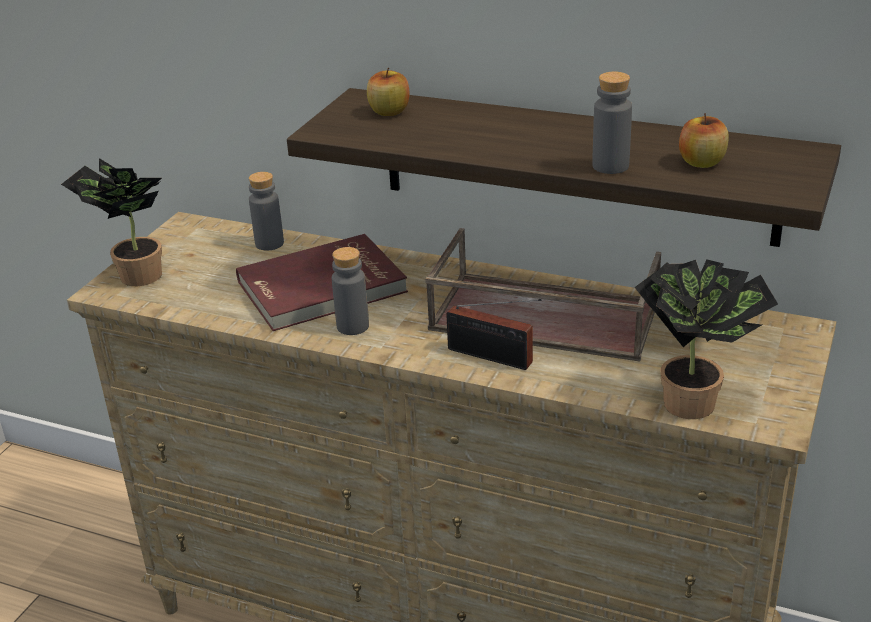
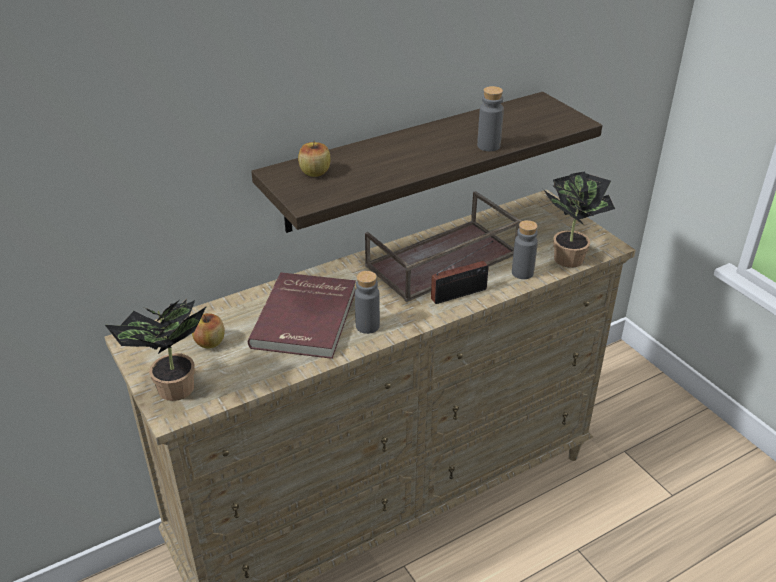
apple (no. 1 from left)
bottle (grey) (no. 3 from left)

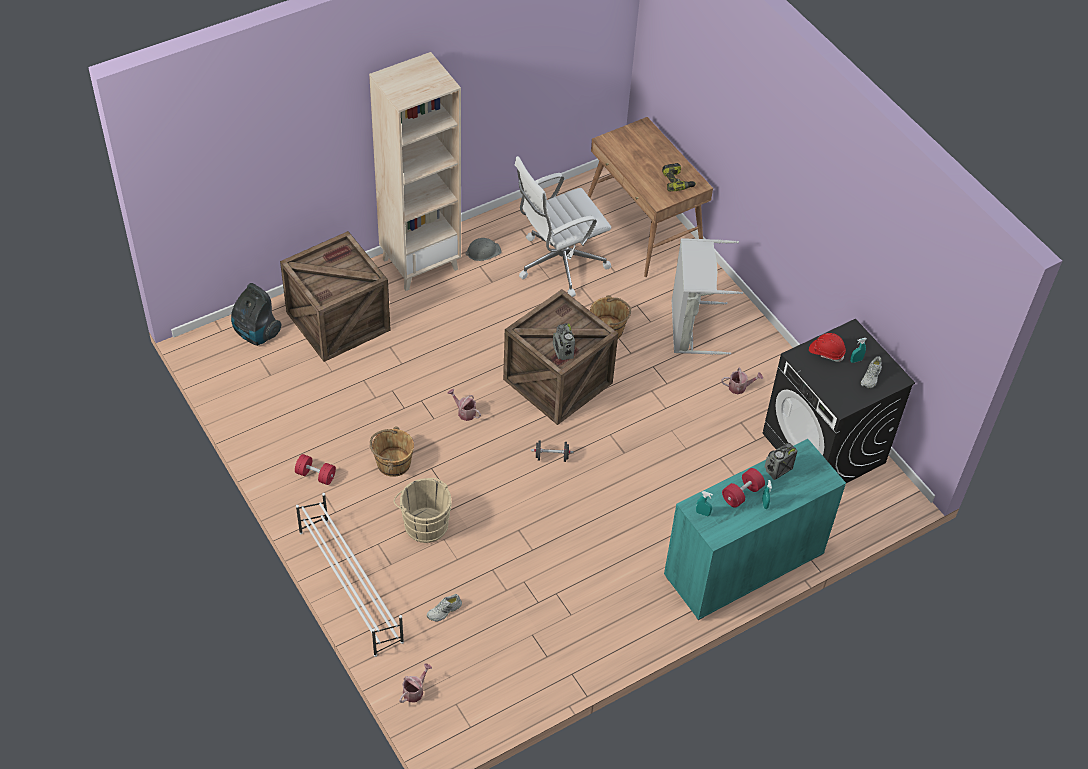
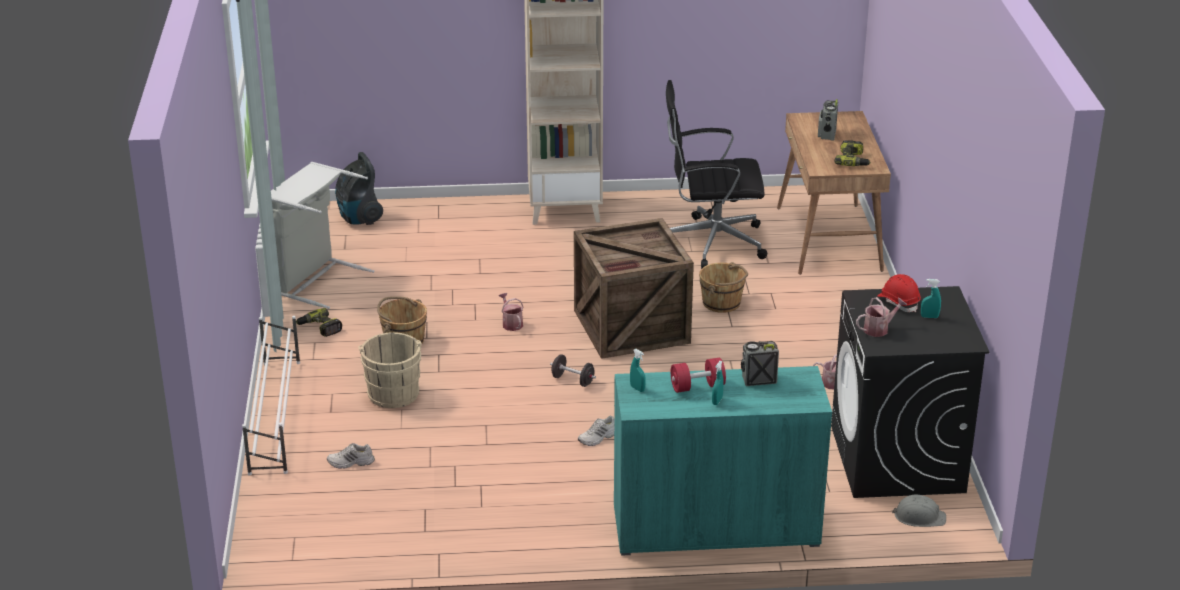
office chair (black)
crate (no. 1 from left in the first image)
hard hat (grey)
laundry basket (grey)
radio (no. 2 from left)
shoe (white) (no. 2 from left)
power drill (no. 1 from left)
watering can (no. 3 from left)

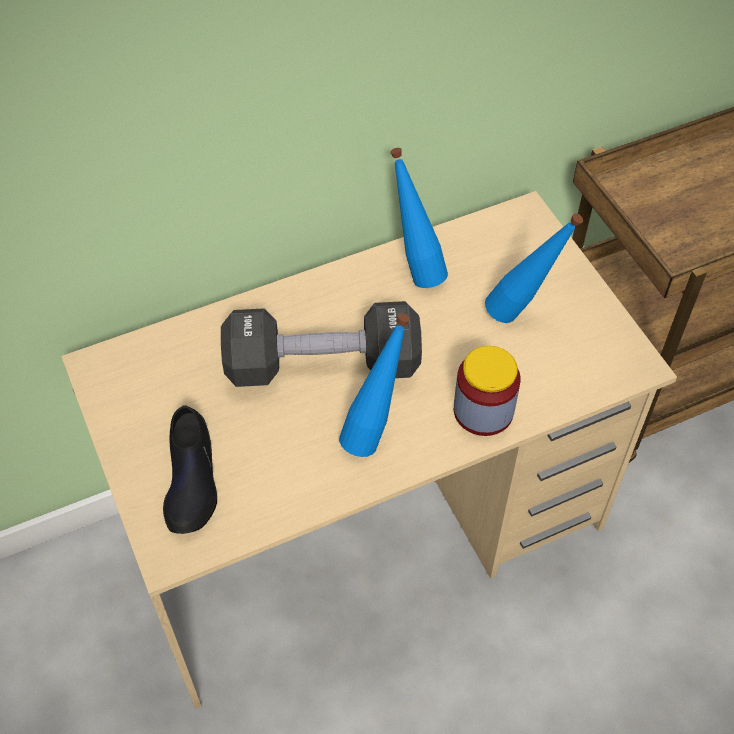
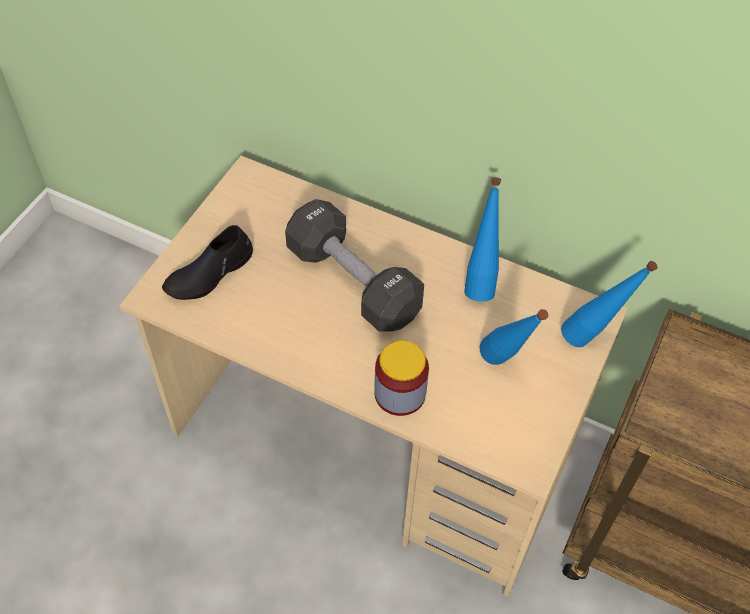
bottle (blue) (no. 3 from left)

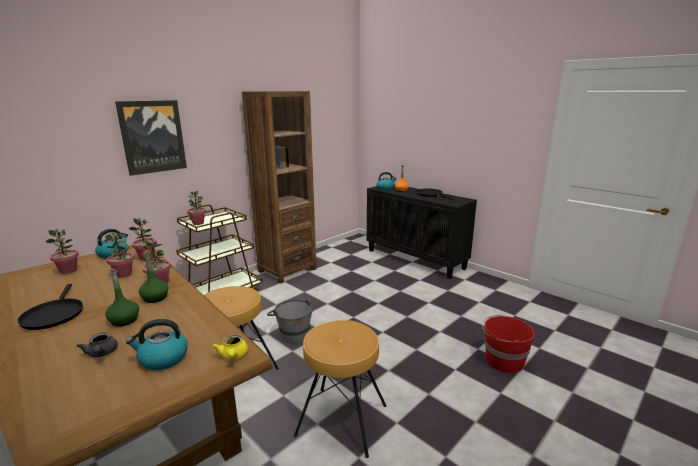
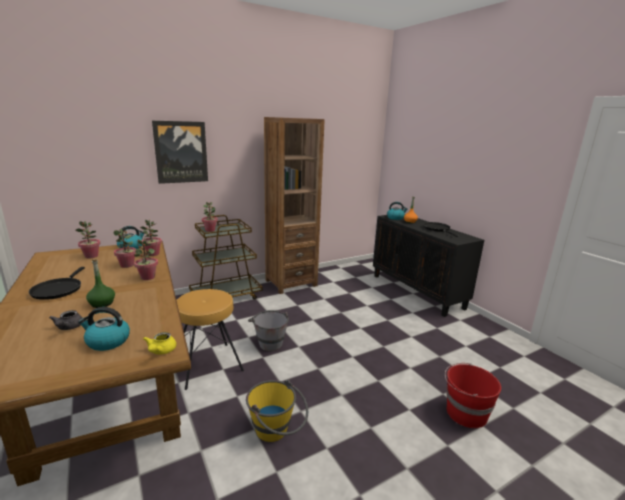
bottle (green) (no. 2 from left in the first image)
bucket (yellow)

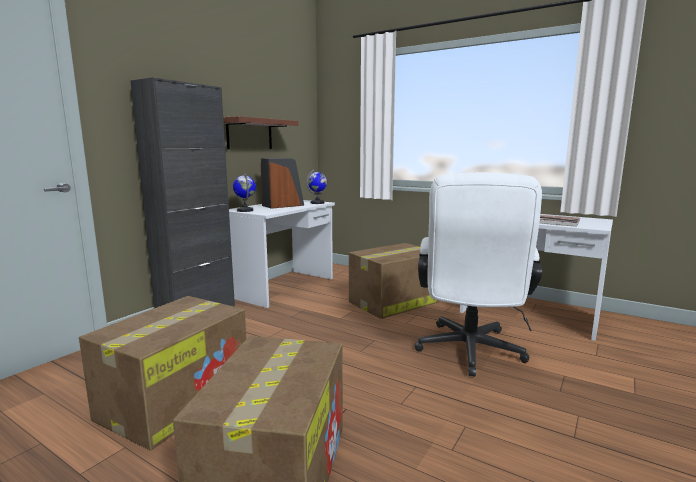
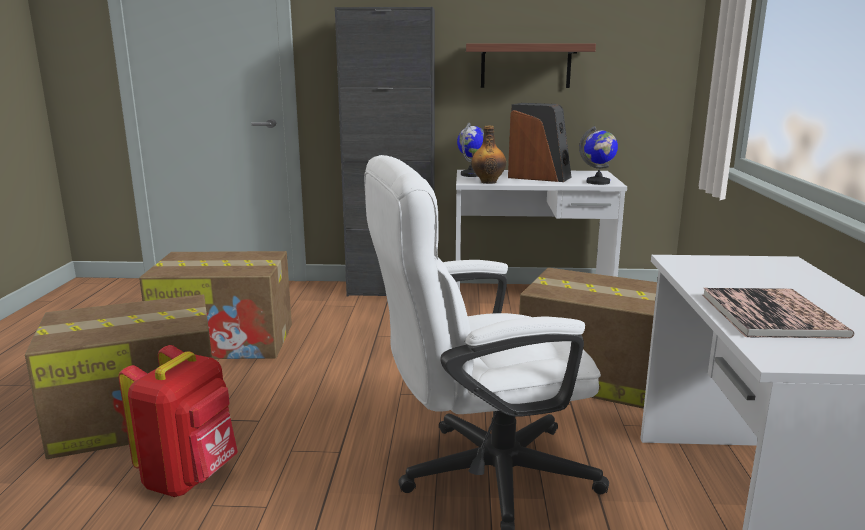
bottle
backpack (red)

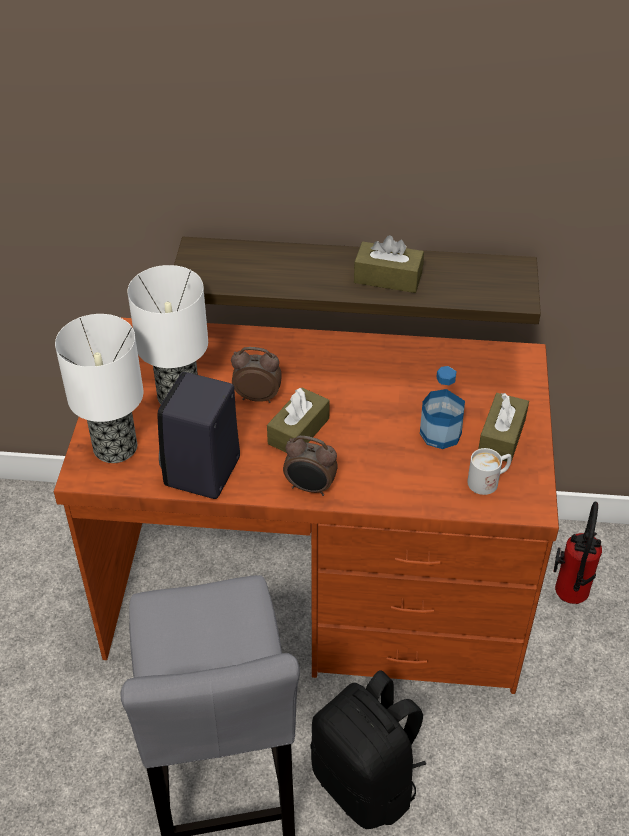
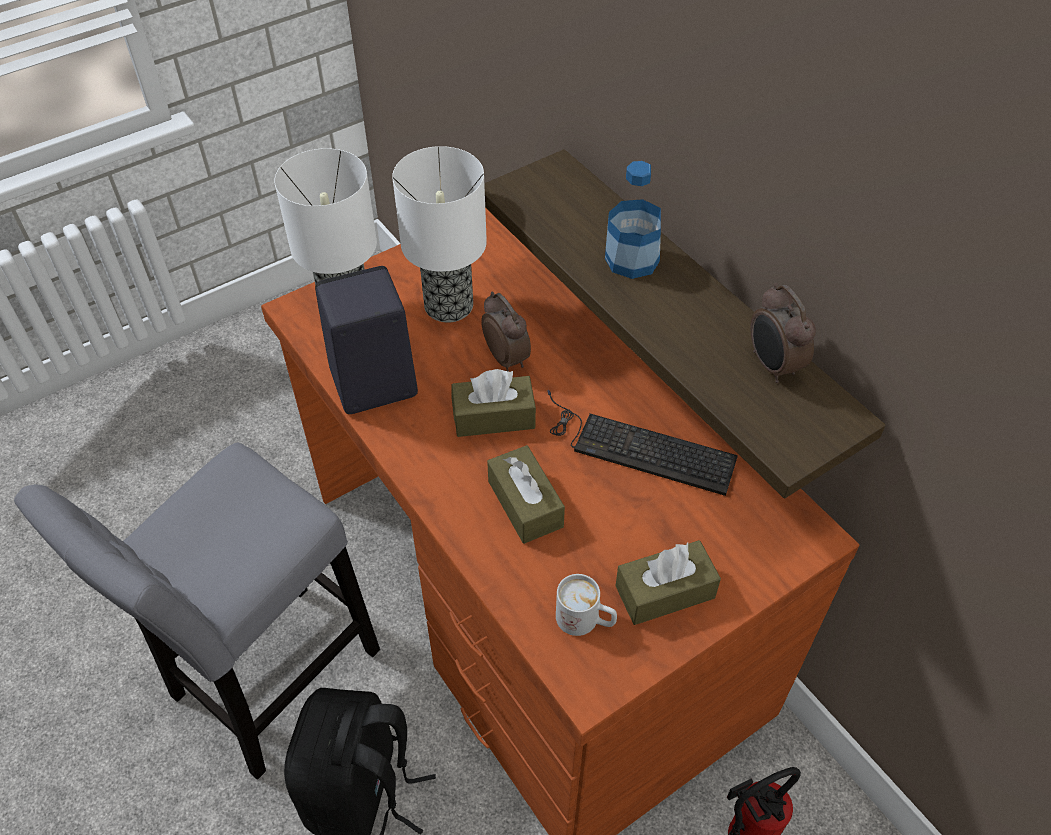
tissue box (brown) (no. 2 from left)
bottle
alarm clock (no. 2 from left)
keyboard

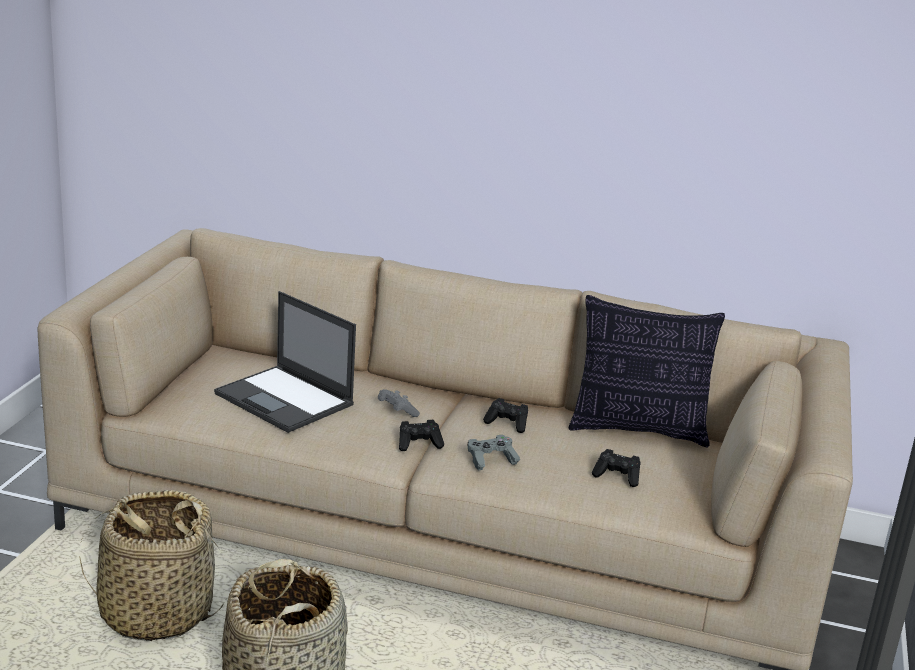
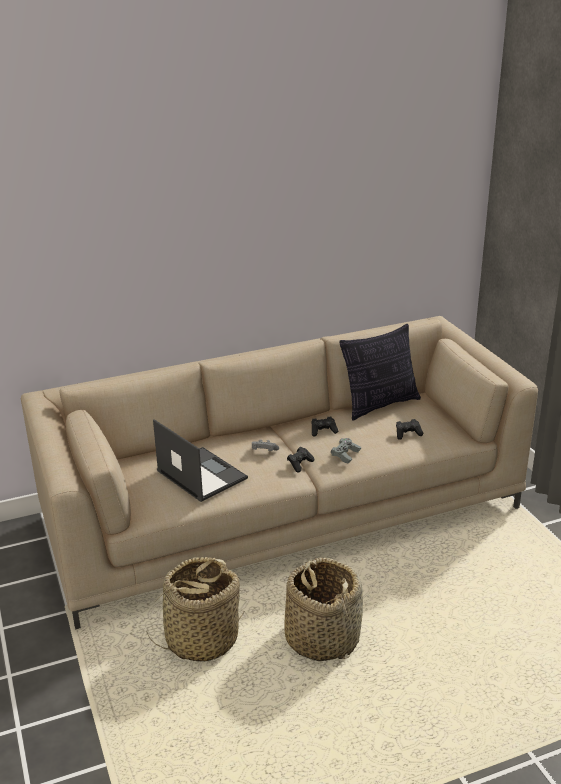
laptop

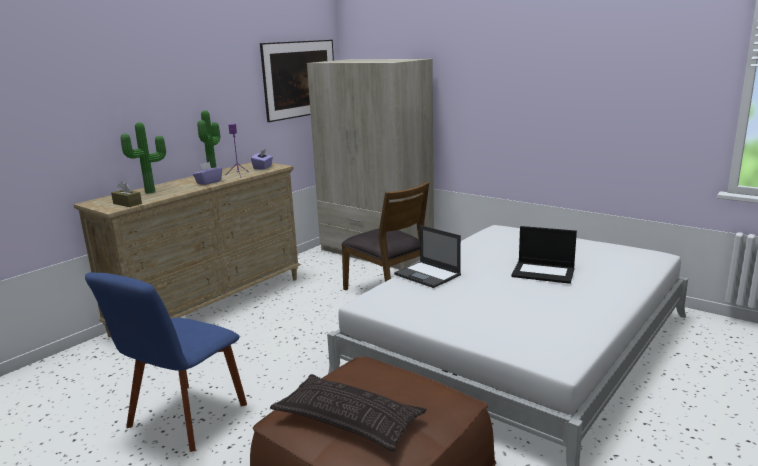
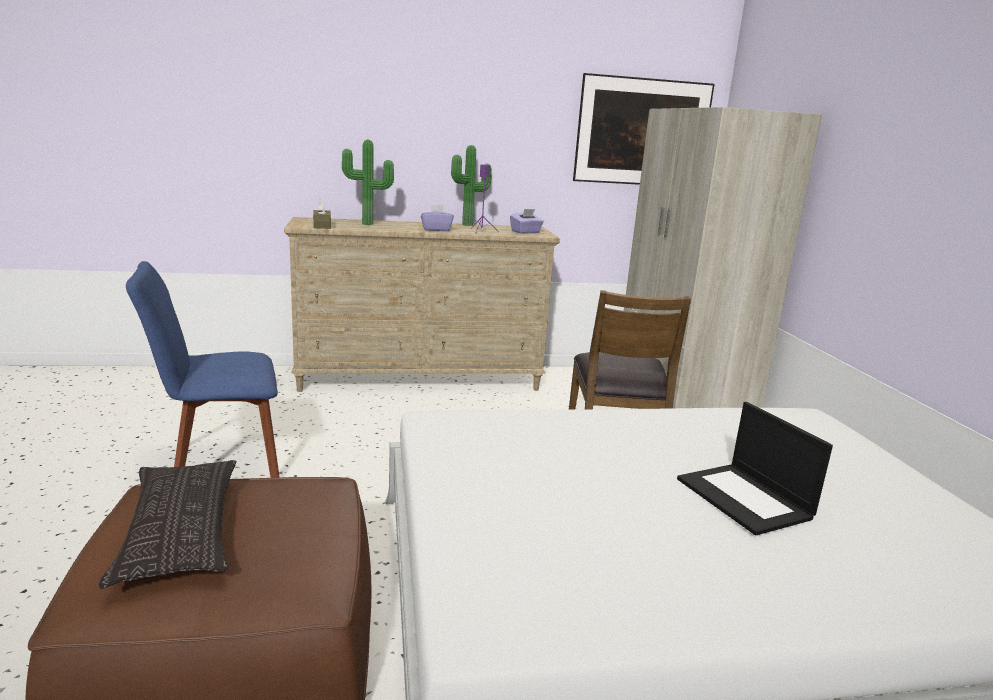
laptop (no. 1 from left in the first image)

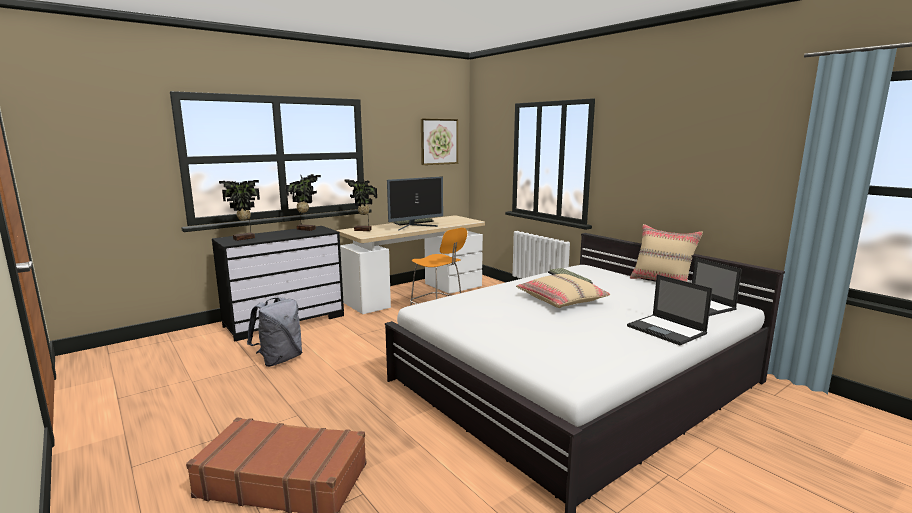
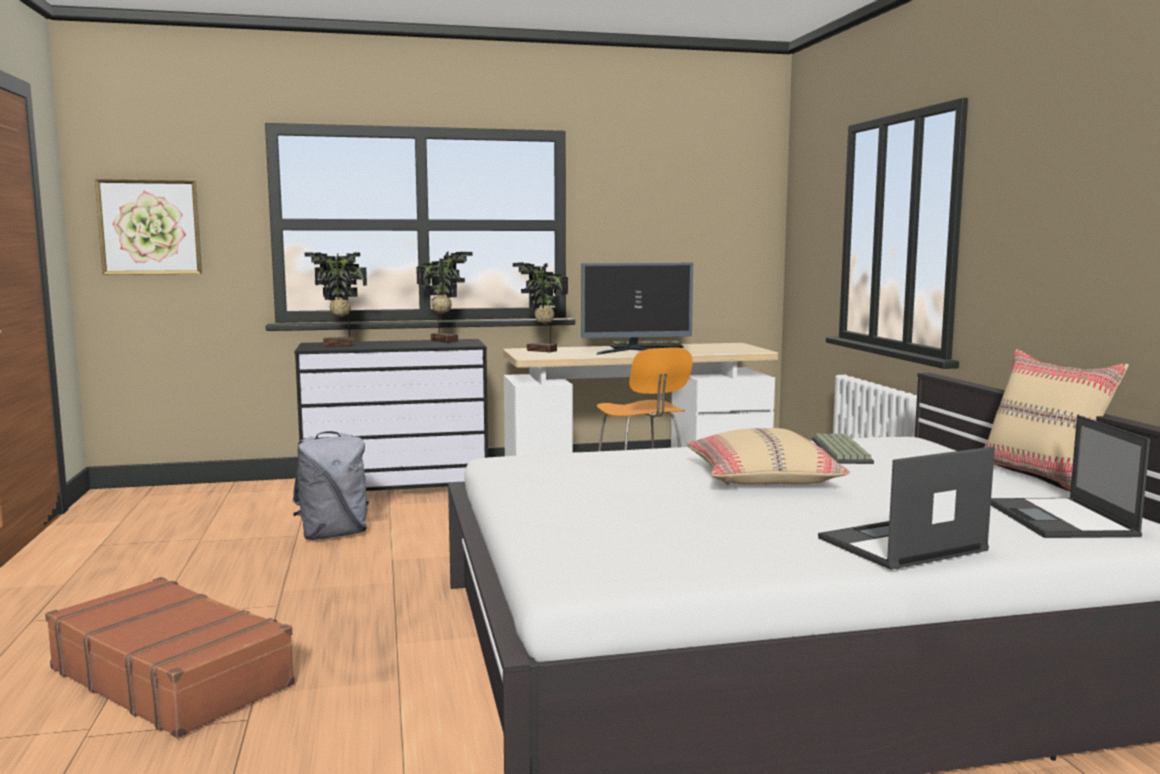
picture
laptop (no. 1 from left)

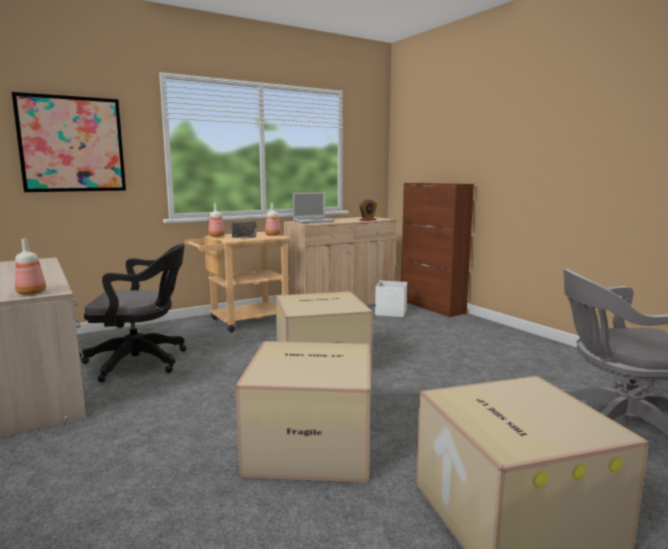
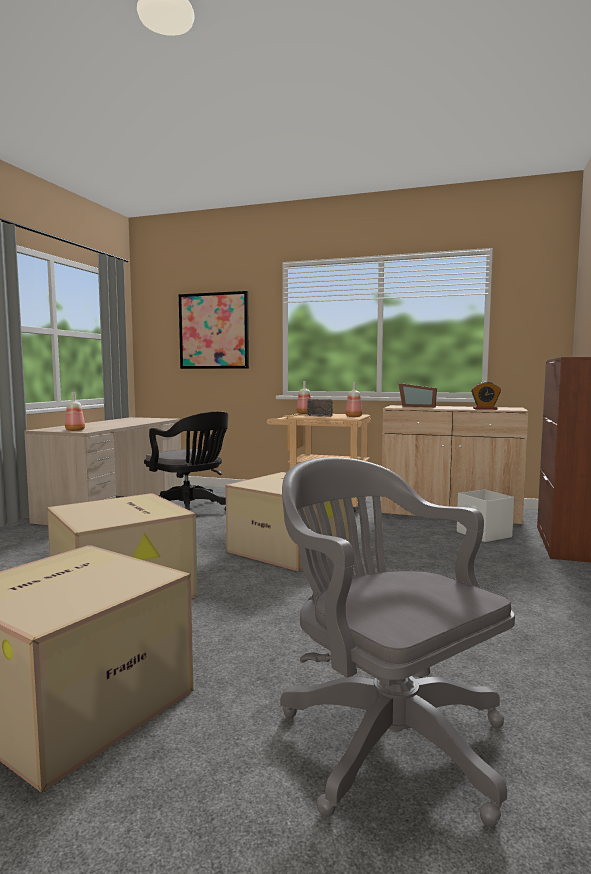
picture frame

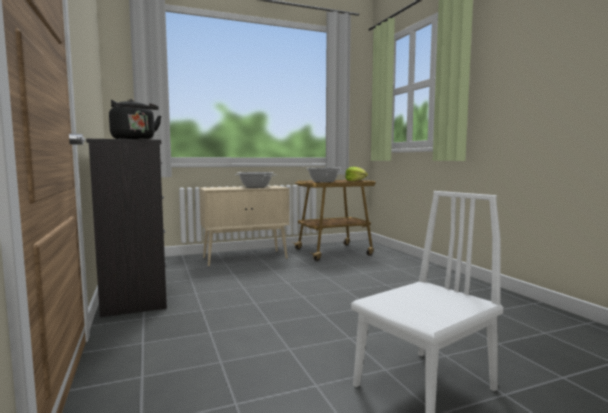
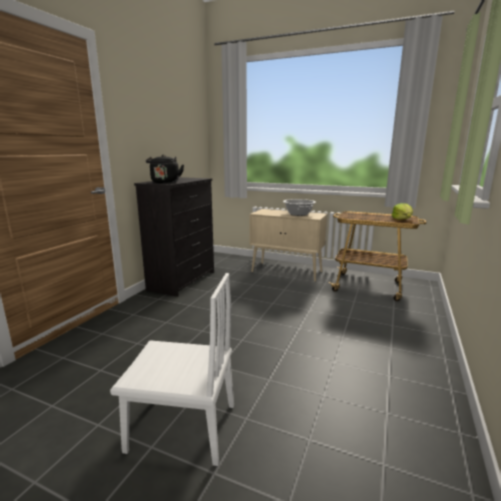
cooking pot (no. 2 from left in the first image)

